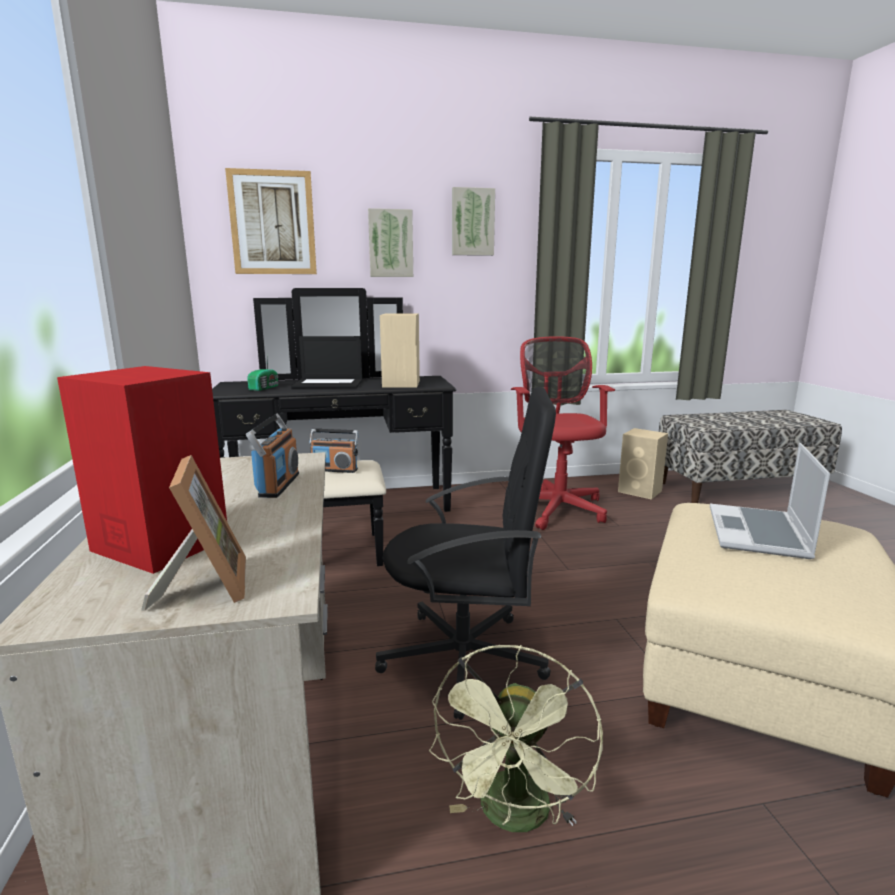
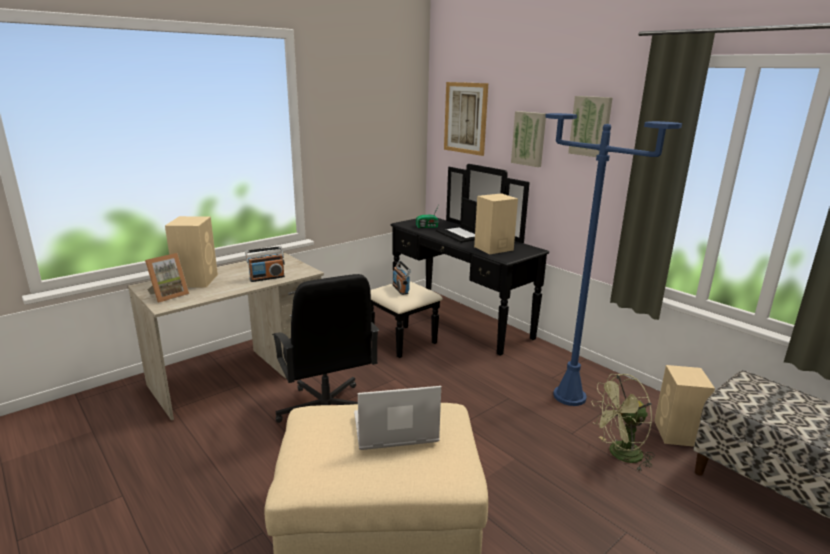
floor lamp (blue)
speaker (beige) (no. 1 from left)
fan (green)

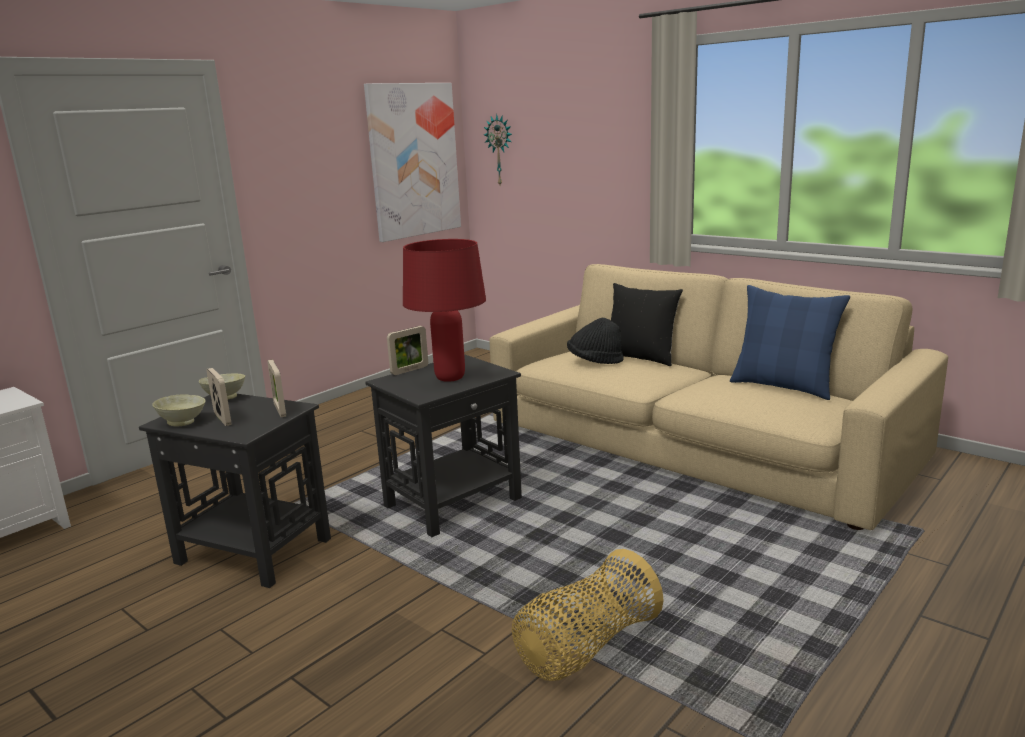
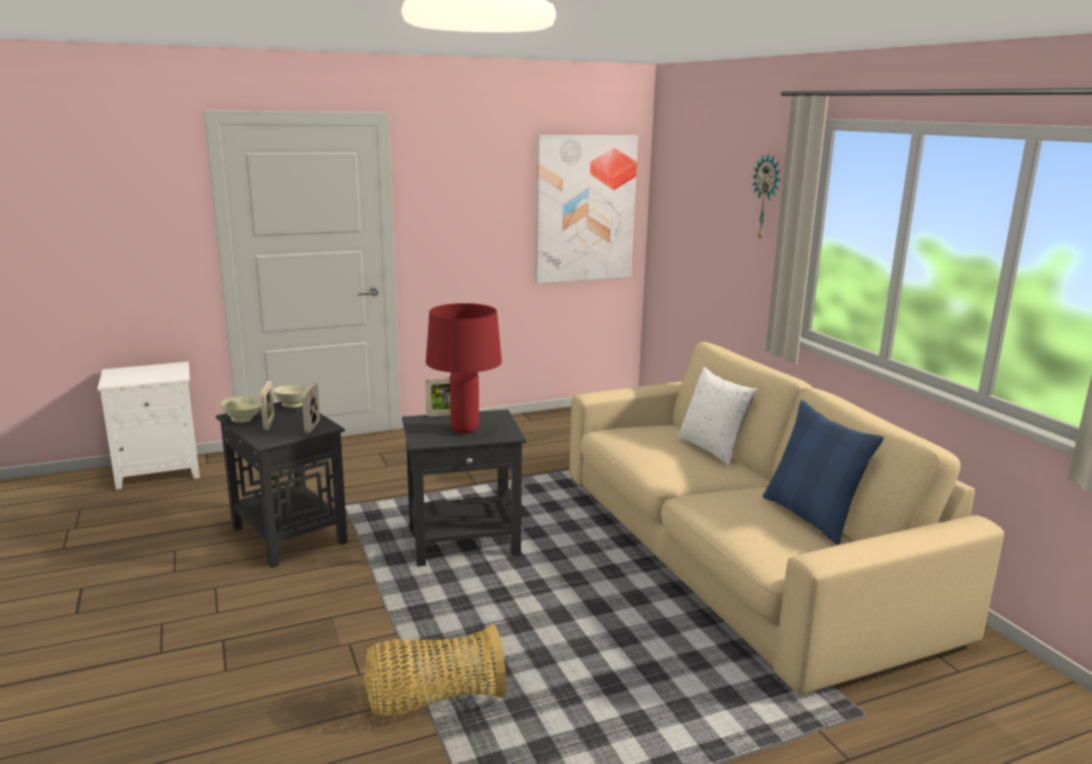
wall clock
pillow (white)
hat (black)

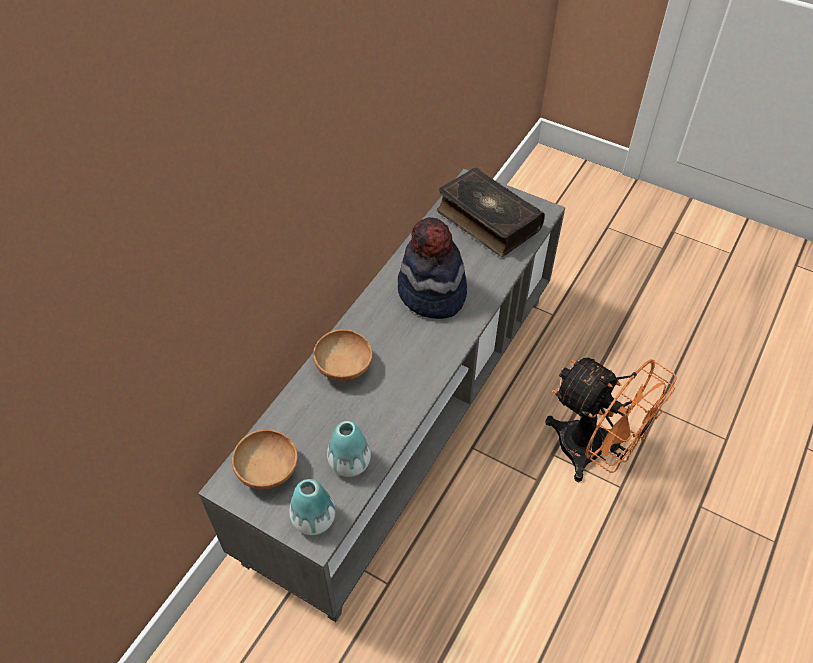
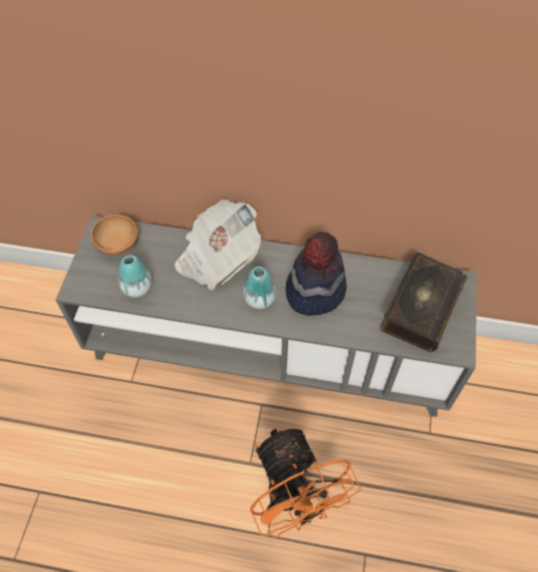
newspaper
fan (orange)
vase (no. 2 from left)

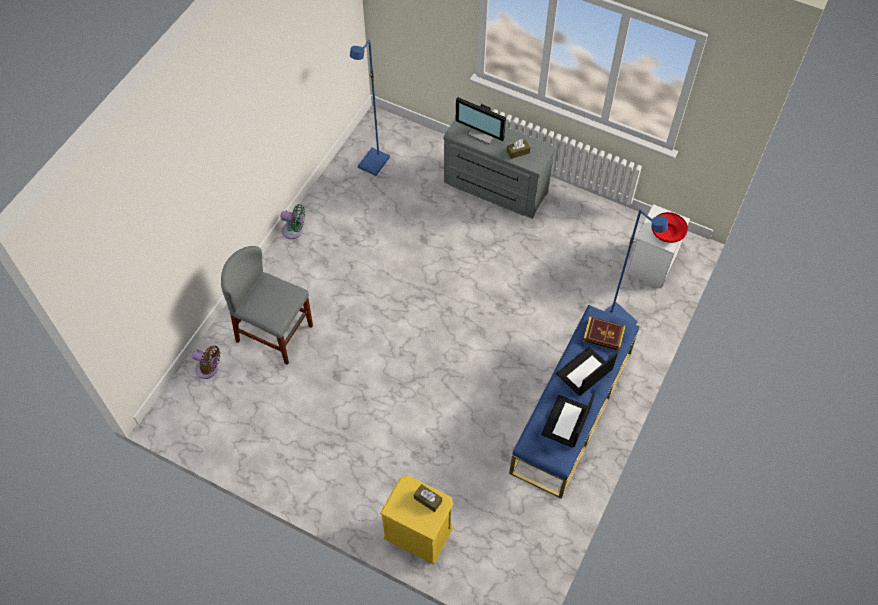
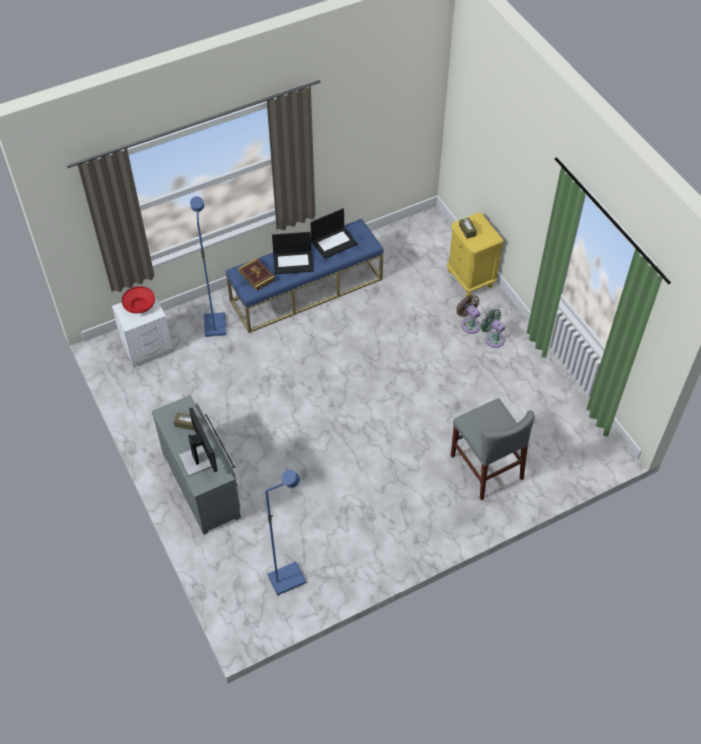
fan (green)
fan (brown)

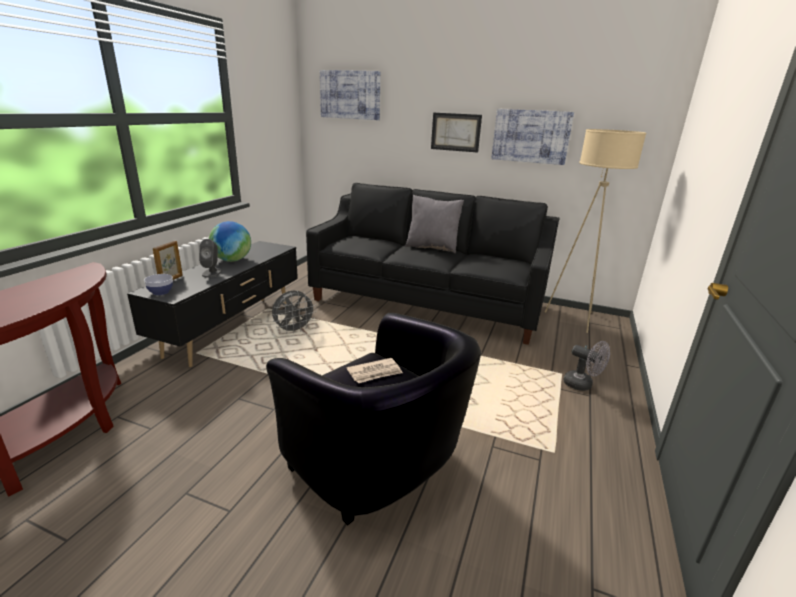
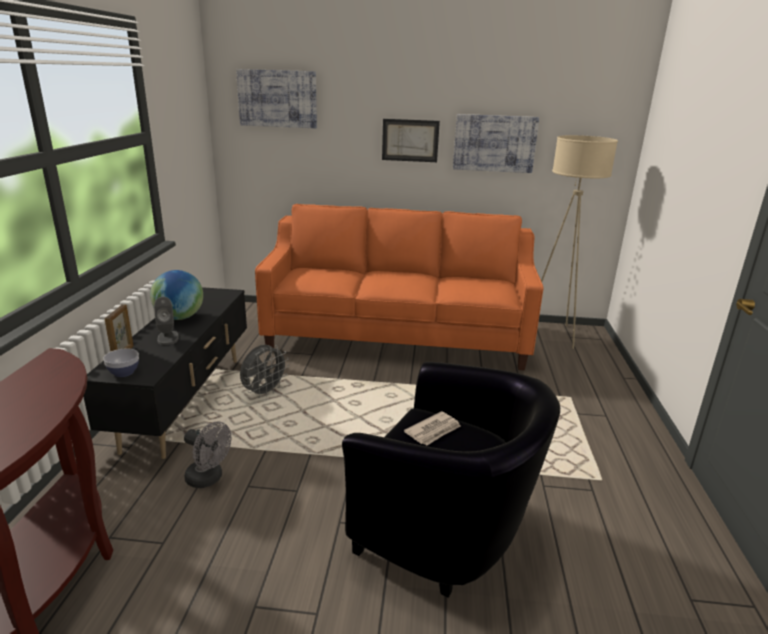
sofa (orange)
pillow (grey)
fan (grey) (no. 1 from left)

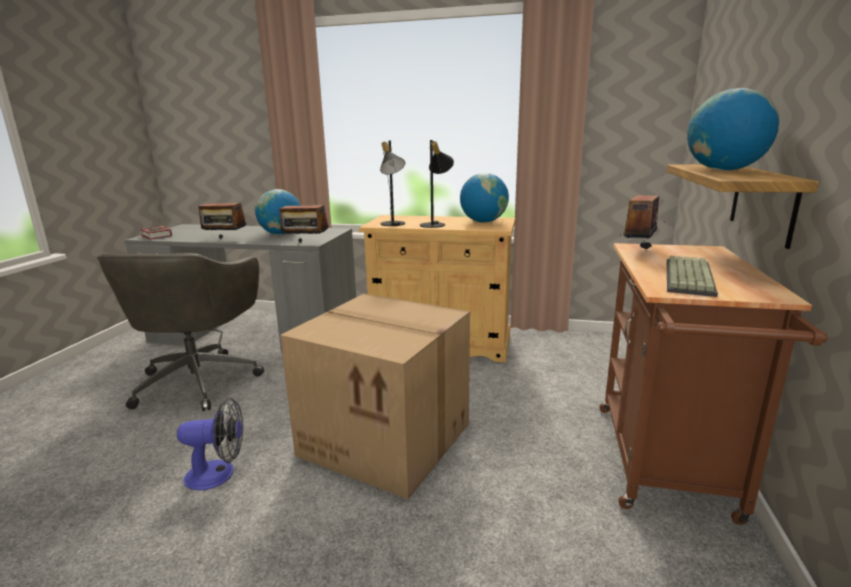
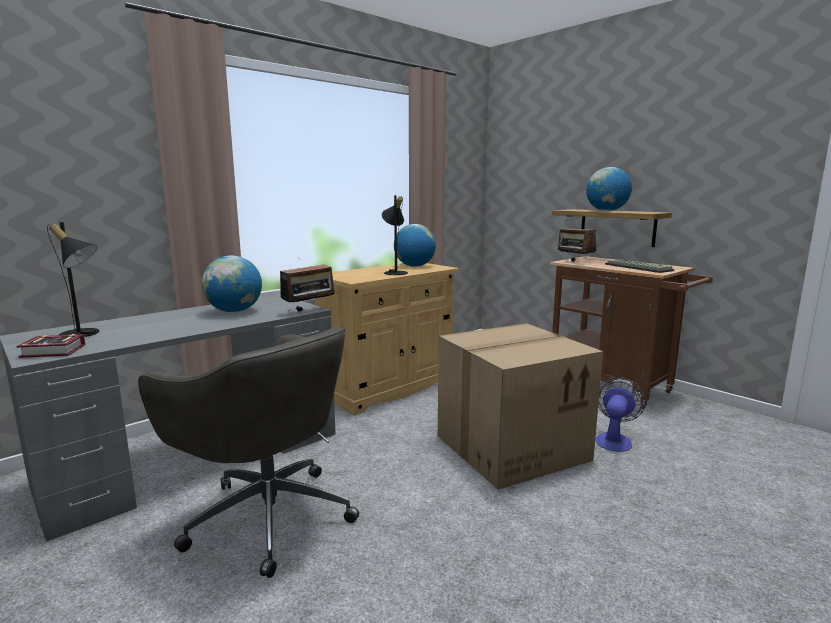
table lamp (black) (no. 1 from left)
radio (no. 1 from left in the first image)
fan

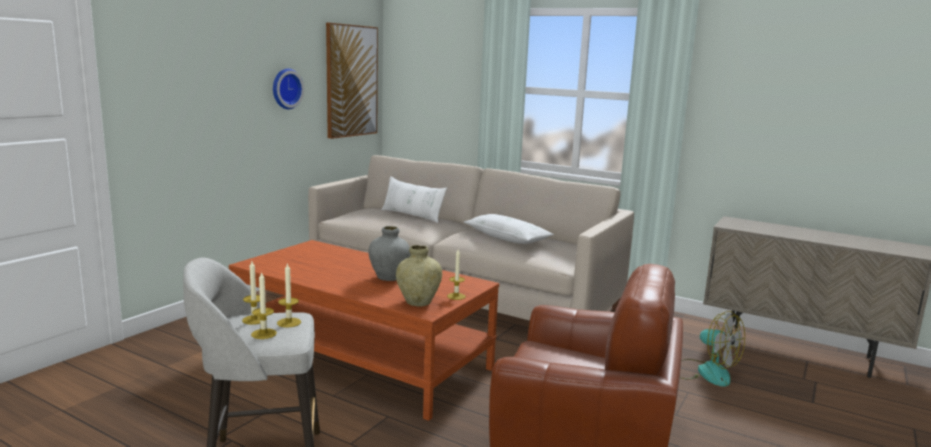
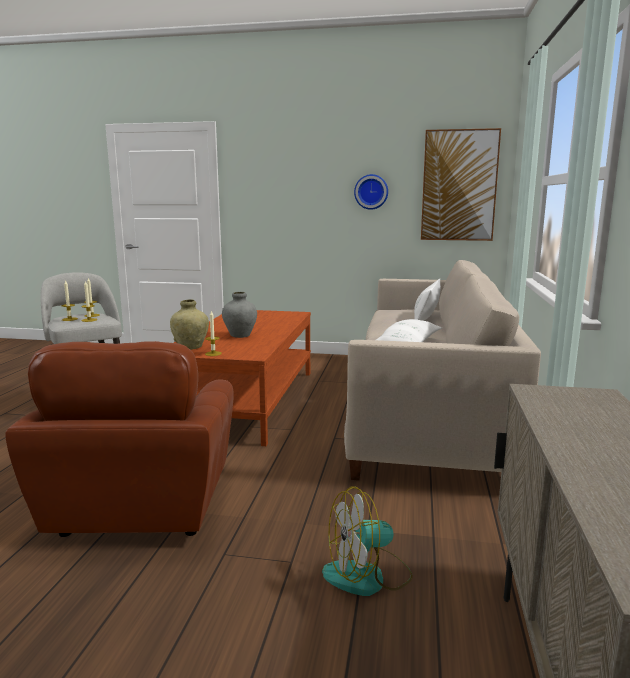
fan

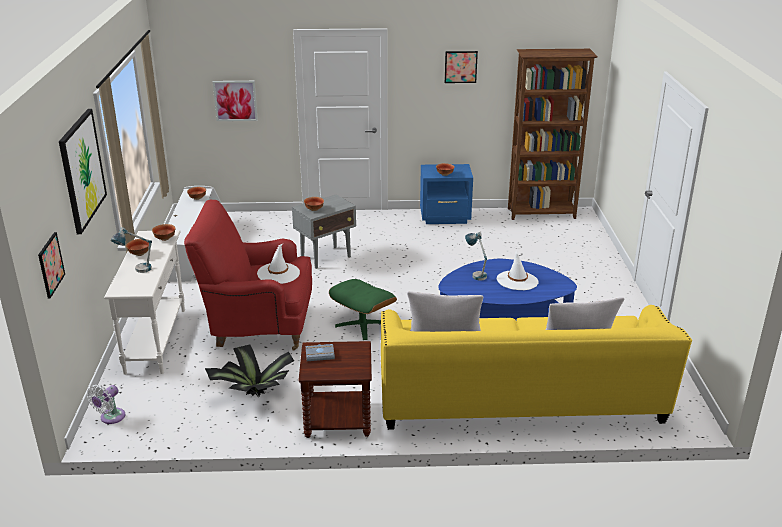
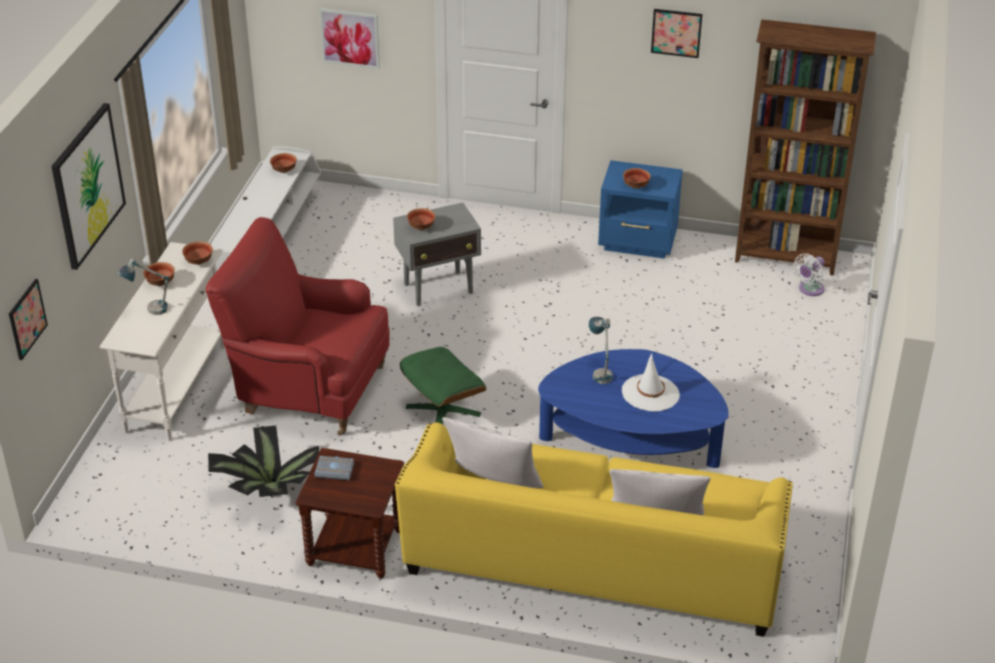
hat (white) (no. 1 from left in the first image)
fan (white)

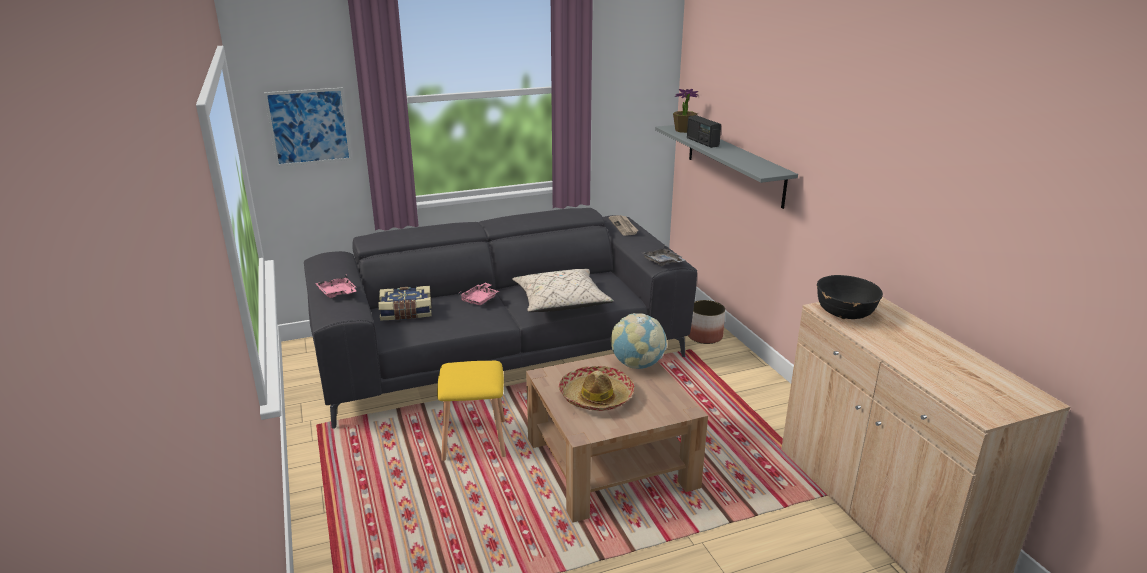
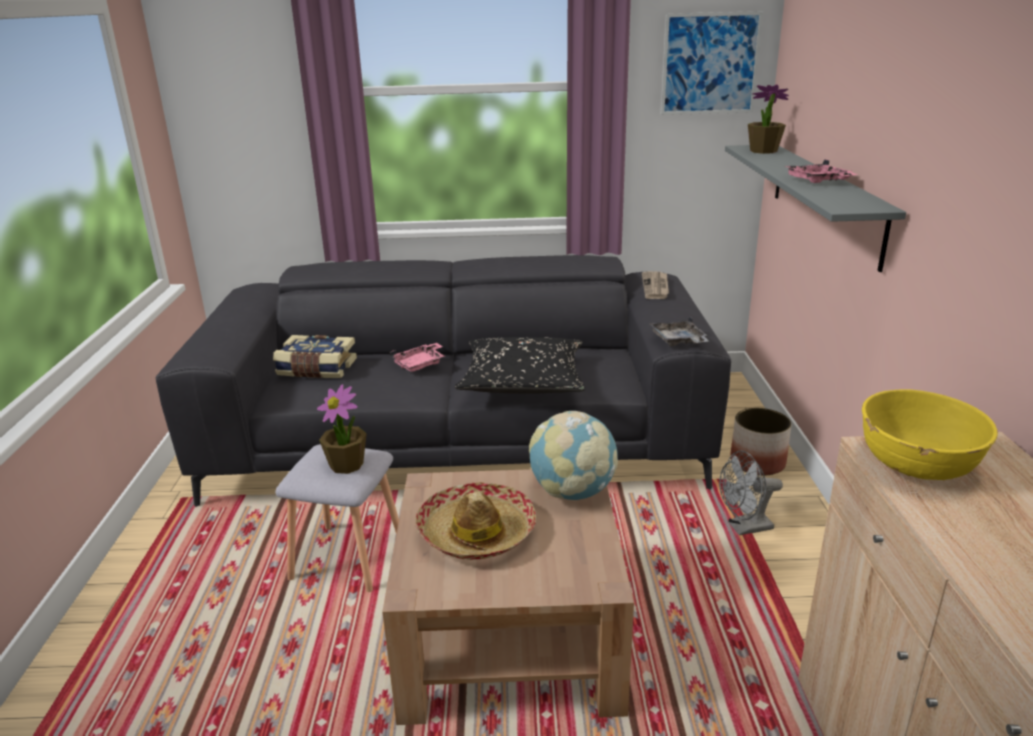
picture
radio
pillow (black)
tray (pink) (no. 2 from left)
bowl (yellow)
stool (grey)
potted plant (no. 1 from left)
fan (grey)

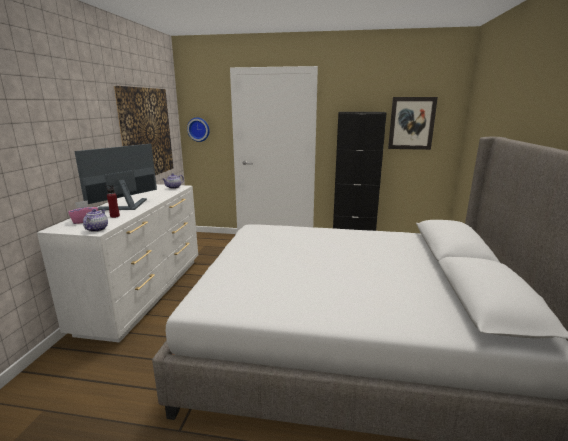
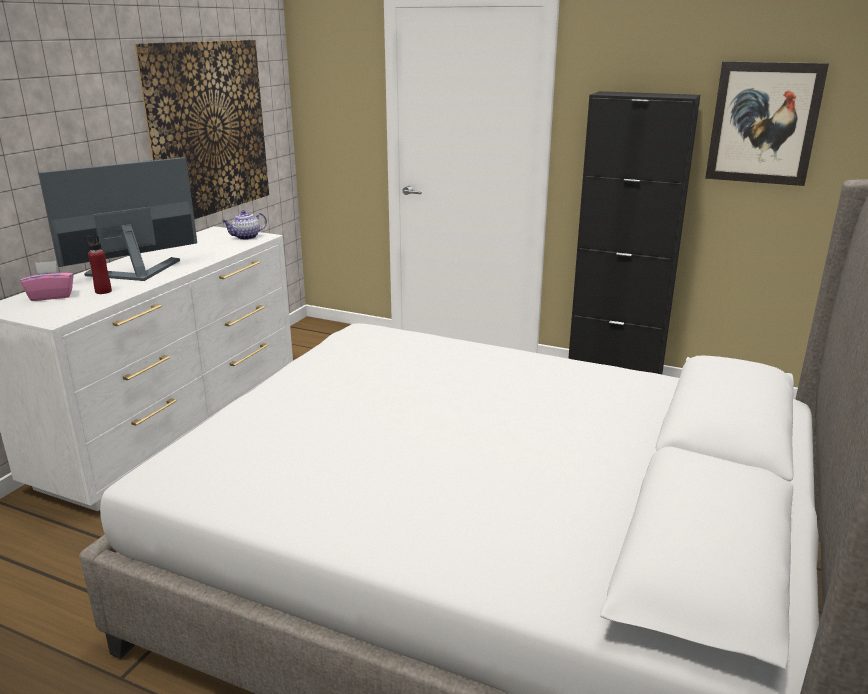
wall clock
teapot (no. 1 from left in the first image)

